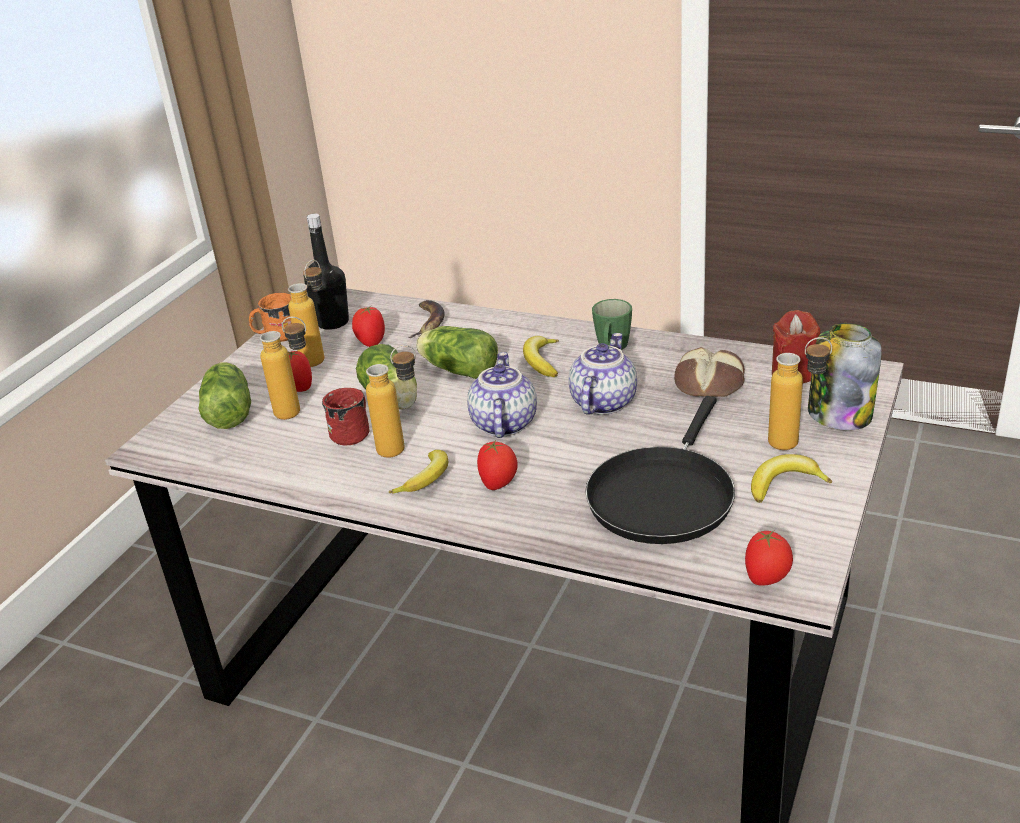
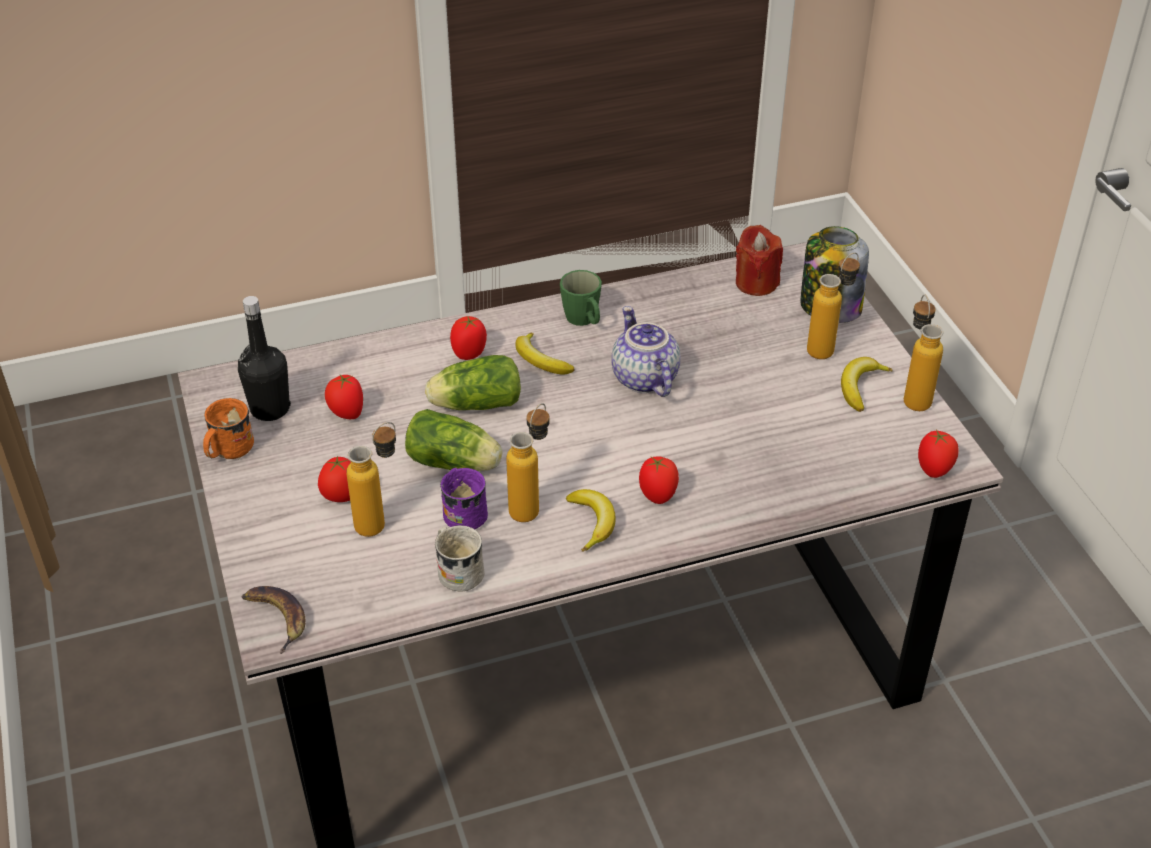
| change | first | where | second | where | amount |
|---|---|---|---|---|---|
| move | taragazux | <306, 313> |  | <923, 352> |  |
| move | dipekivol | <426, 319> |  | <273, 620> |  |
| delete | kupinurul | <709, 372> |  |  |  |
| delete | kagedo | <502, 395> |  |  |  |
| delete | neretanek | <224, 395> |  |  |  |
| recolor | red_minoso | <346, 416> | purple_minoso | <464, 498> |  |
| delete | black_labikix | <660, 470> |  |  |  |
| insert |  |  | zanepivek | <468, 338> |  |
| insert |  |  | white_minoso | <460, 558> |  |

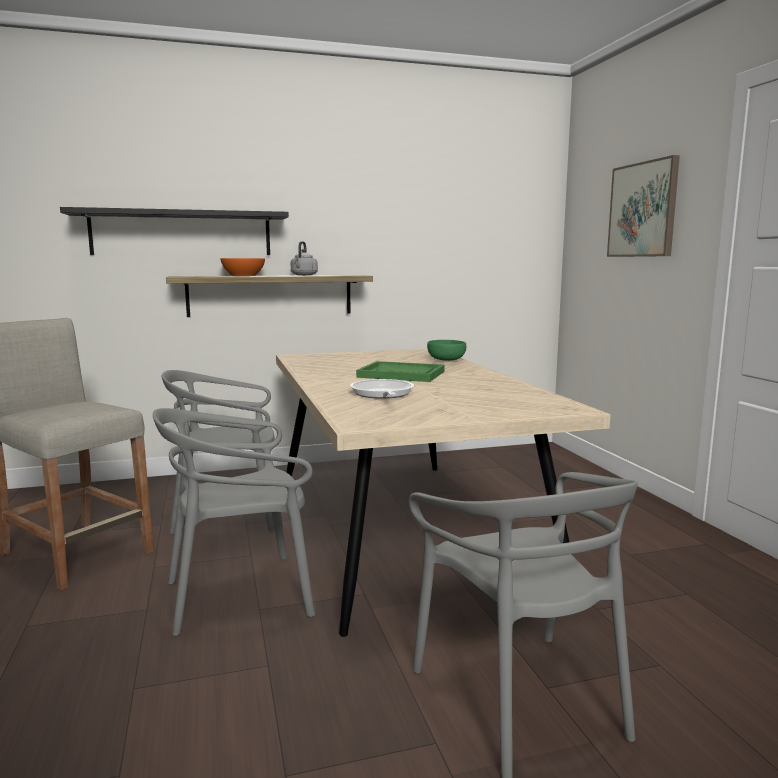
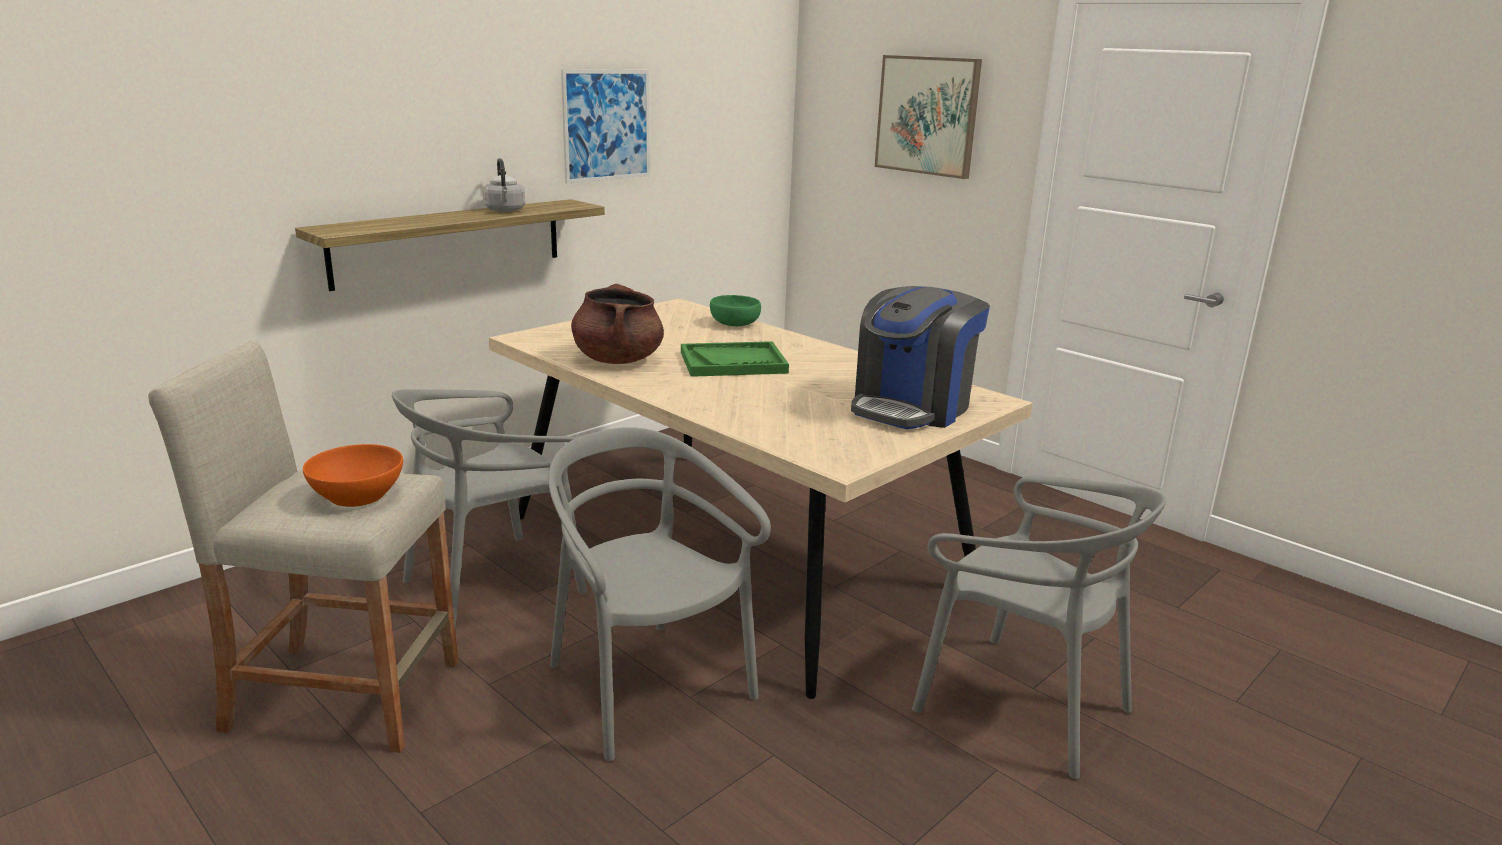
| change | first | where | second | where | amount |
|---|---|---|---|---|---|
| delete | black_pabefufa | <174, 231> |  |  |  |
| move | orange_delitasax | <243, 267> |  | <353, 475> |  |
| delete | labikix | <382, 389> |  |  |  |
| rotate | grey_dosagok | <234, 522> |  | <659, 594> | 105 degrees clockwise |
| insert |  |  | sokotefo | <605, 126> |  |
| insert |  |  | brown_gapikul | <617, 324> |  |
| insert |  |  | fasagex | <920, 357> |  |

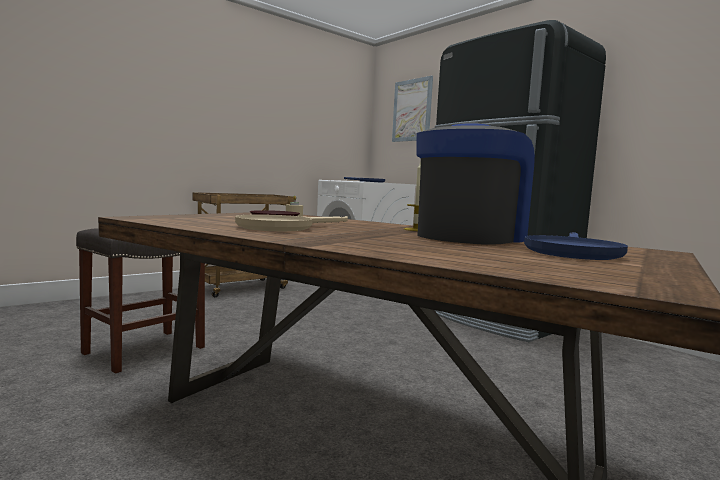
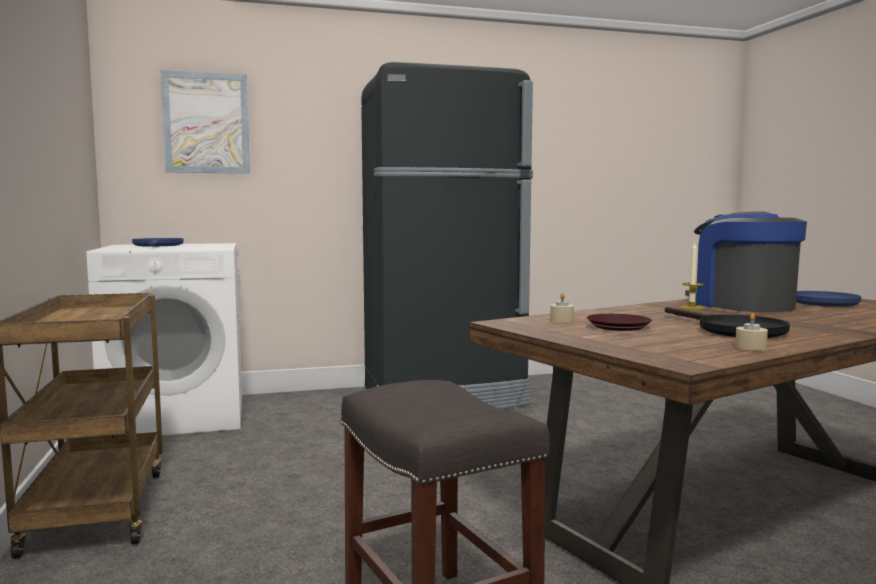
| change | first | where | second | where | amount |
|---|---|---|---|---|---|
| recolor | beige_labikix | <291, 223> | black_labikix | <727, 322> |  |
| insert |  |  | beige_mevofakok | <751, 332> |  |

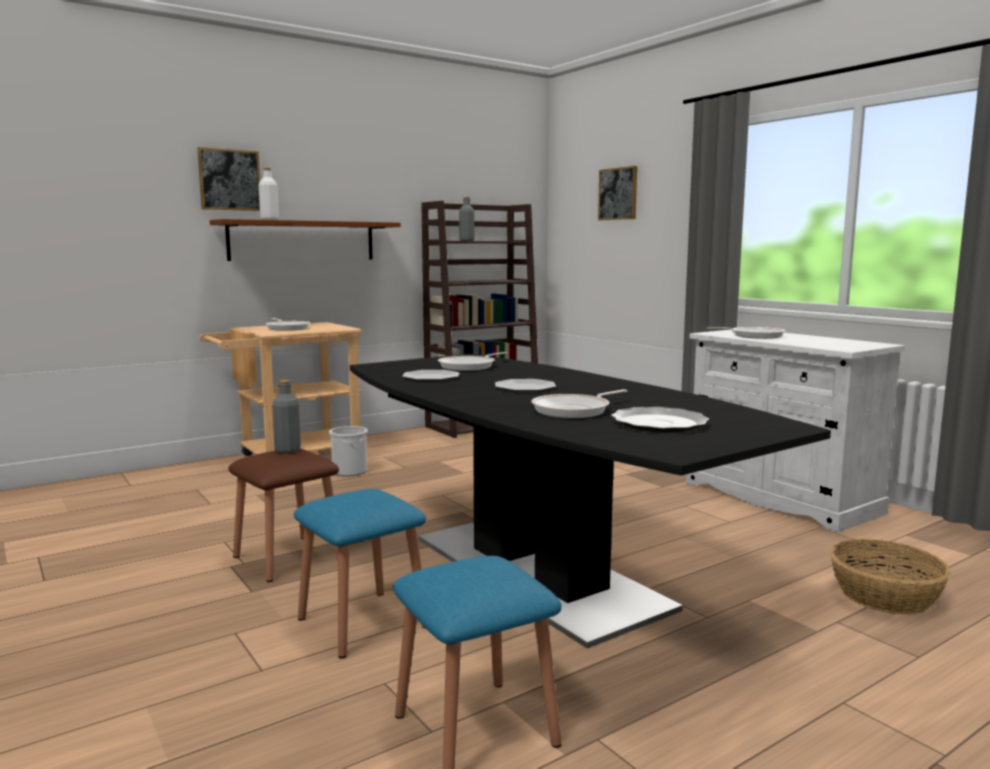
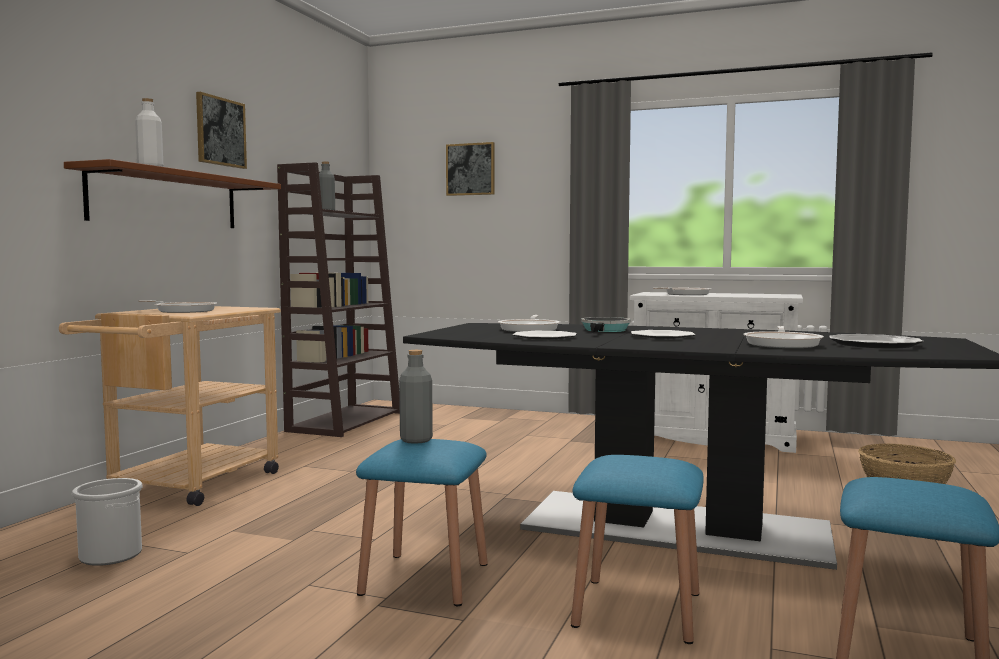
| change | first | where | second | where | amount |
|---|---|---|---|---|---|
| move | sokotefo | <228, 179> |  | <221, 130> |  |
| move | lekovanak | <348, 451> |  | <107, 522> |  |
| recolor | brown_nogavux | <283, 515> | blue_nogavux | <422, 522> |  |
| insert |  |  | labikix | <606, 325> |  |

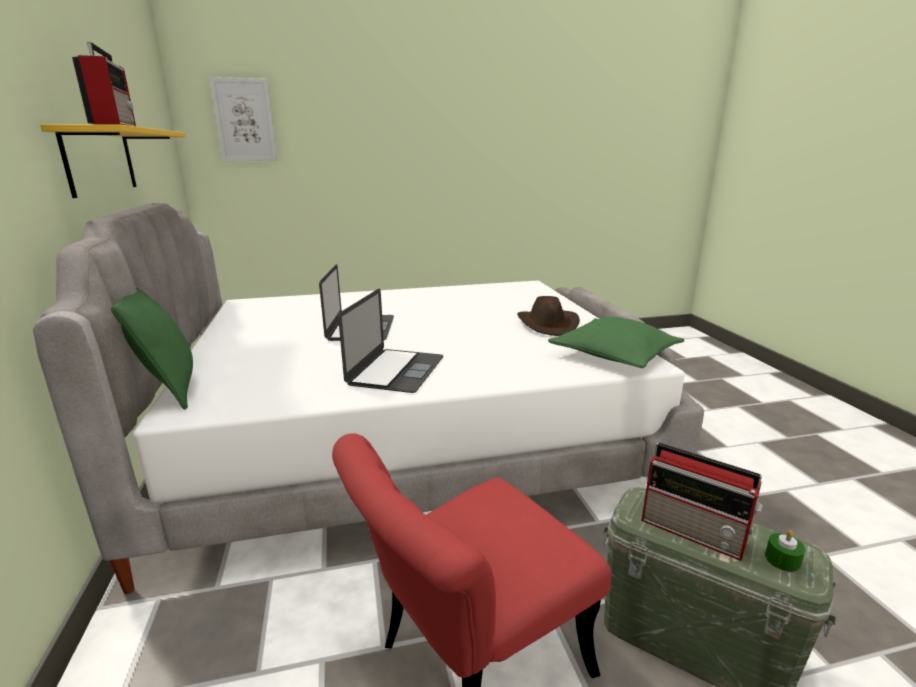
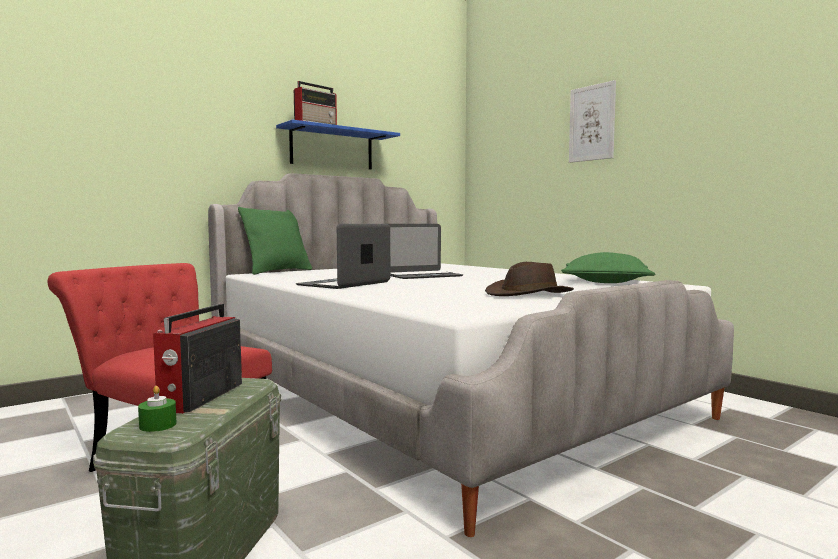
| change | first | where | second | where | amount |
|---|---|---|---|---|---|
| move | sokotefo | <243, 119> |  | <592, 121> |  |
| recolor | yellow_pabefufa | <113, 161> | blue_pabefufa | <338, 145> |  |
| rotate | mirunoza | <391, 341> |  | <343, 256> | 135 degrees clockwise |
| move | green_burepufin | <616, 342> |  | <608, 267> |  |

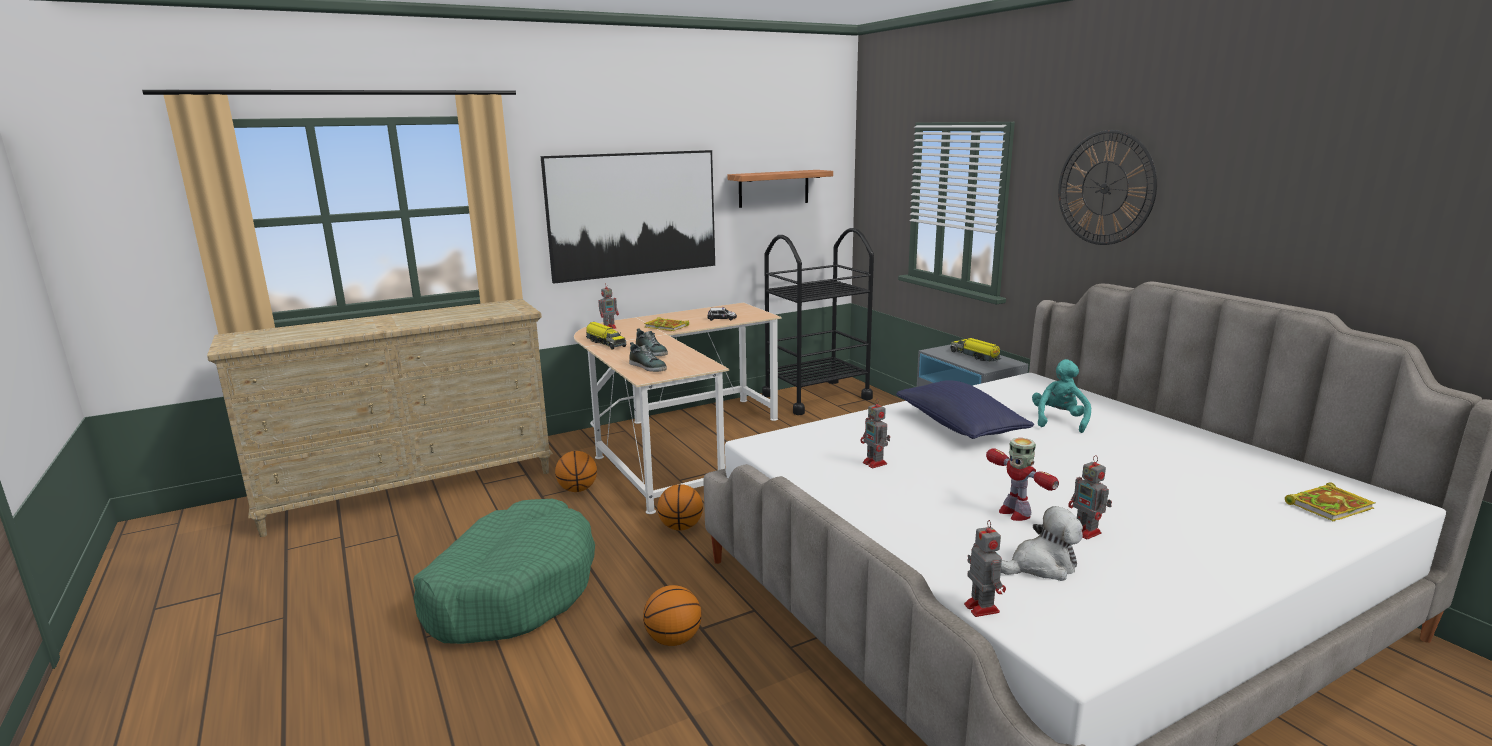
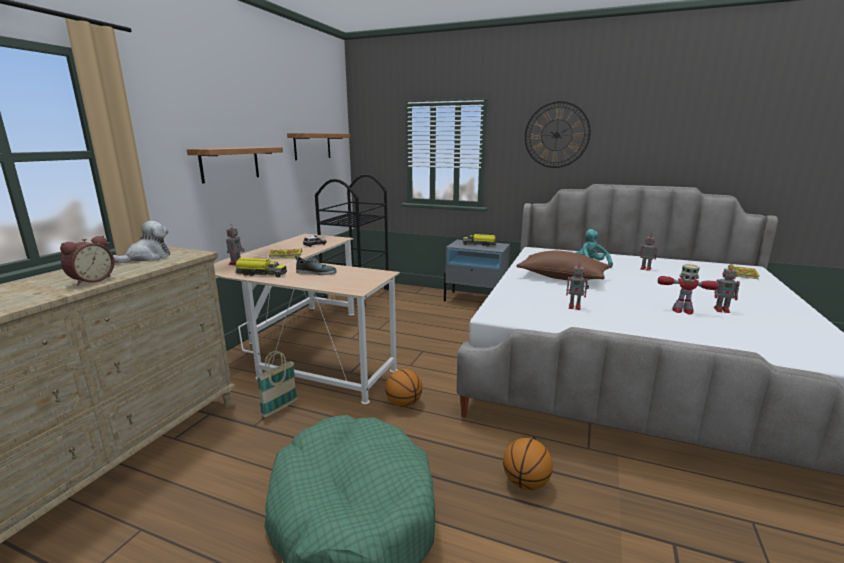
| change | first | where | second | where | amount |
|---|---|---|---|---|---|
| replace | sokotefo | <628, 217> | pabefufa | <235, 165> |  |
| delete | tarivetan | <648, 357> |  |  |  |
| recolor | blue_burepufin | <965, 409> | brown_burepufin | <563, 265> |  |
| replace | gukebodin | <576, 471> | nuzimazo | <277, 384> |  |
| move | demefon | <1042, 543> |  | <141, 242> |  |
| move | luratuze | <985, 568> |  | <648, 252> |  |
| insert |  |  | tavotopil | <87, 261> |  |

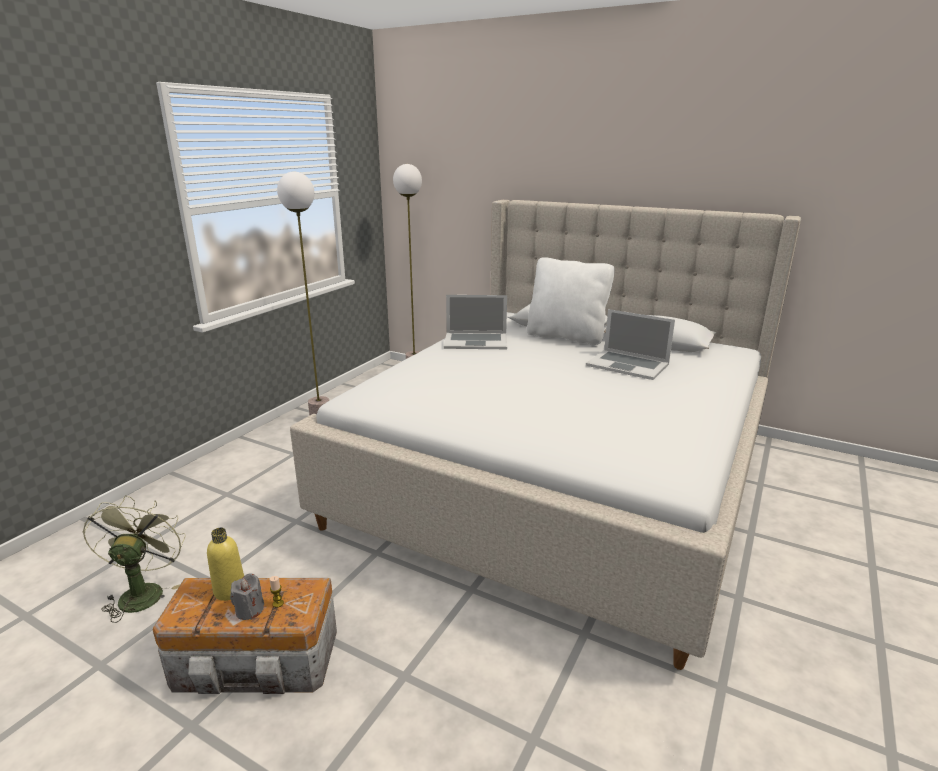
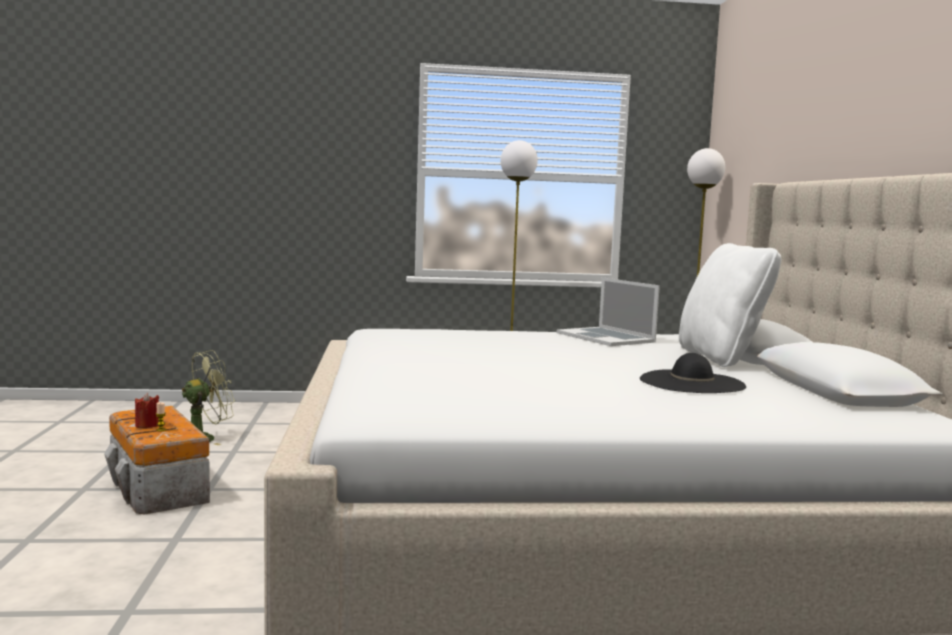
| change | first | where | second | where | amount |
|---|---|---|---|---|---|
| replace | mirunoza | <630, 344> | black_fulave | <693, 373> |  |
| delete | yellow_taragazux | <225, 564> |  |  |  |
| recolor | grey_mevofakok | <247, 597> | red_mevofakok | <147, 410> |  |

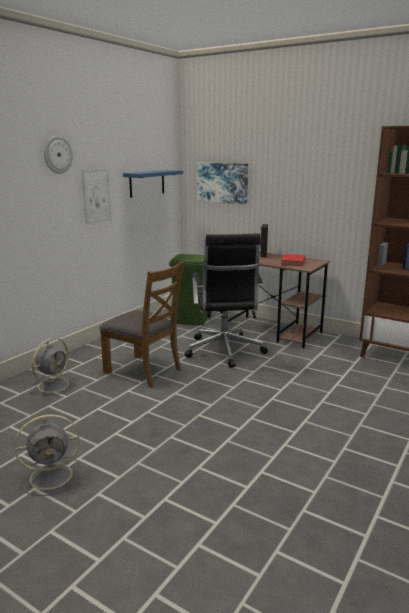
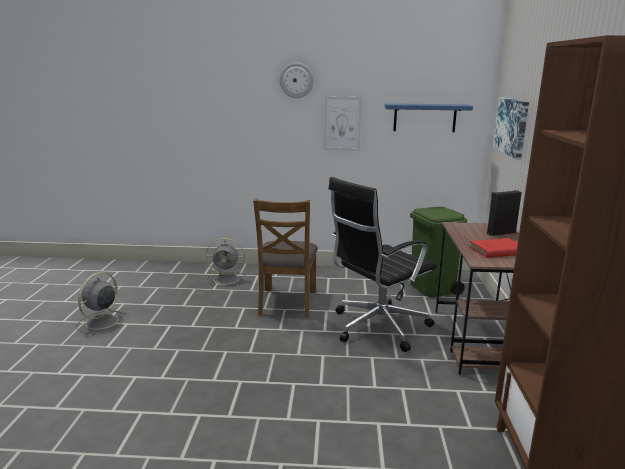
| change | first | where | second | where | amount |
|---|---|---|---|---|---|
| rotate | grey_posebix | <48, 455> |  | <101, 303> | 75 degrees clockwise |

